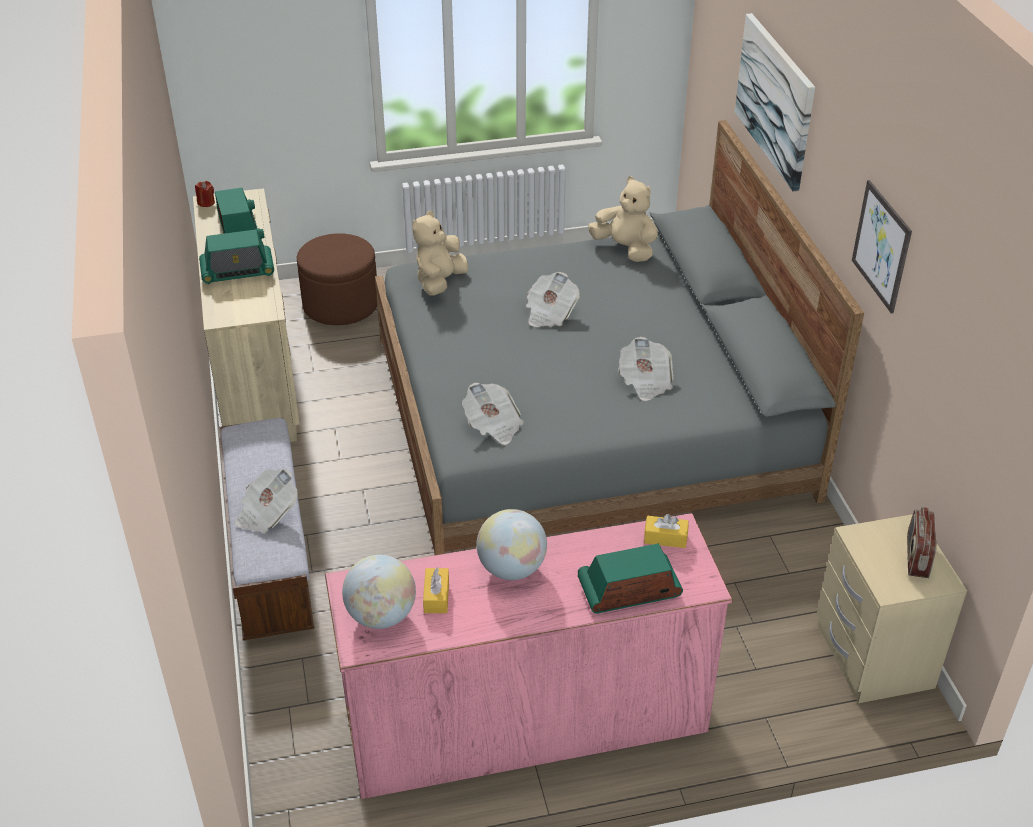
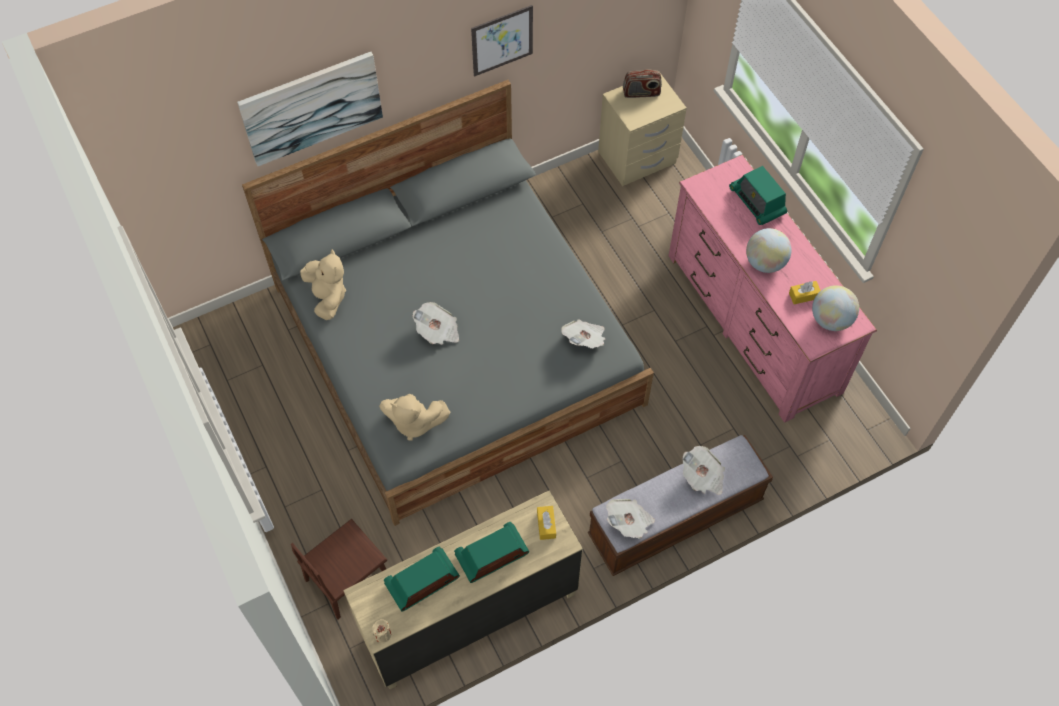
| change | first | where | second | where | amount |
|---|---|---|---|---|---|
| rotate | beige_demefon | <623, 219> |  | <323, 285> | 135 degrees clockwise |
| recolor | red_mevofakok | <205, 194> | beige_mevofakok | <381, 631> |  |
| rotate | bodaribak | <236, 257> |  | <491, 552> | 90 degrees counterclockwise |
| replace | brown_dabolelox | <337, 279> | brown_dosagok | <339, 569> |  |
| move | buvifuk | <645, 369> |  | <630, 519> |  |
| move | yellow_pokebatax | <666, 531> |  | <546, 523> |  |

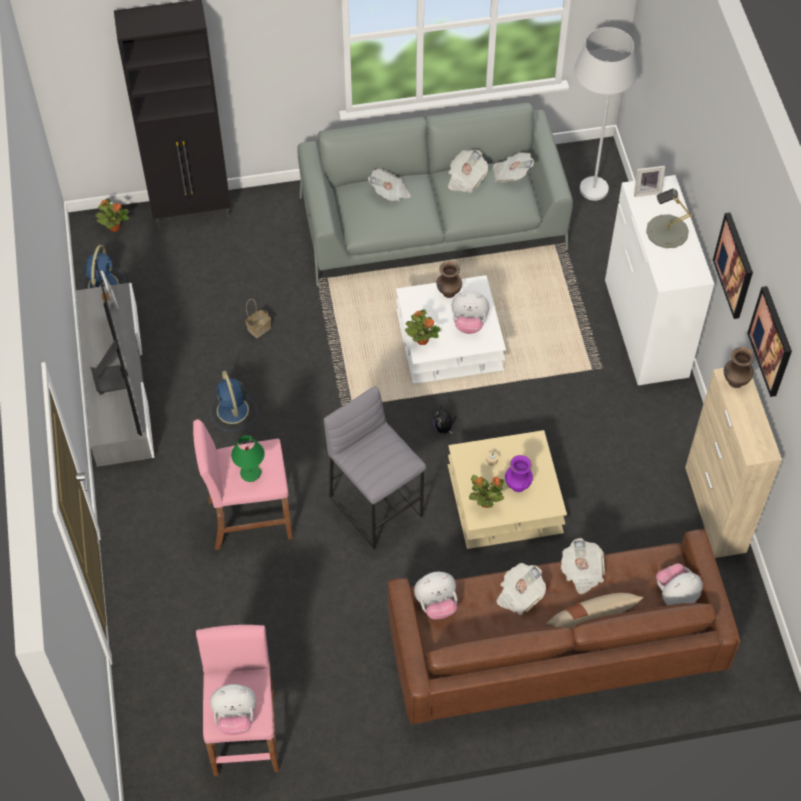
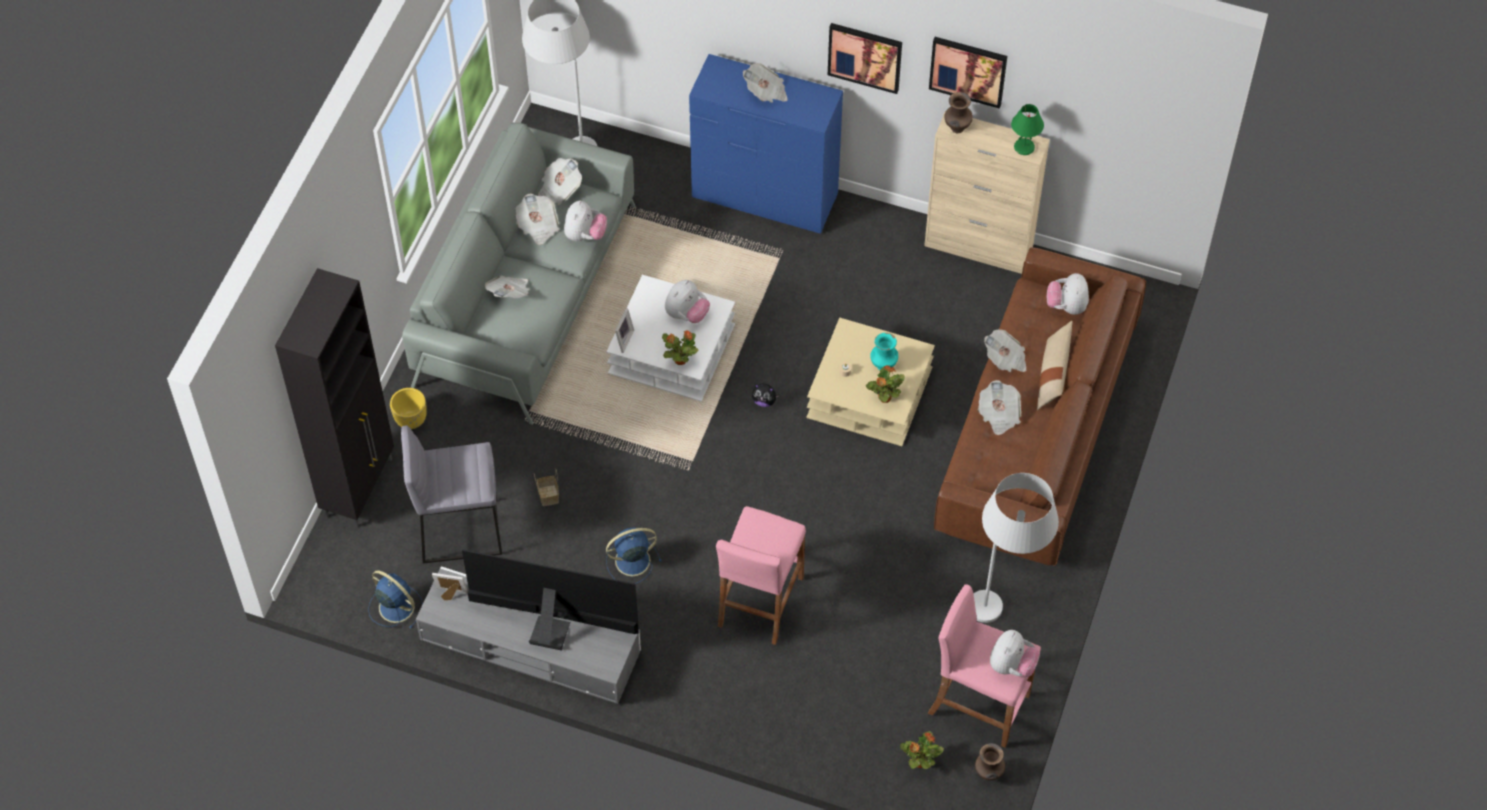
| change | first | where | second | where | amount |
|---|---|---|---|---|---|
| move | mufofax | <649, 181> |  | <624, 330> |  |
| recolor | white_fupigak | <659, 280> | blue_fupigak | <766, 144> |  |
| replace | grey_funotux | <669, 218> | buvifuk | <765, 83> |  |
| move | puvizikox | <112, 215> |  | <922, 750> |  |
| move | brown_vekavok | <449, 279> |  | <990, 762> |  |
| rotate | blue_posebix | <234, 401> |  | <634, 555> | 150 degrees clockwise |
| move | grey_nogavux | <375, 467> |  | <451, 494> |  |
| move | green_funotux | <248, 458> |  | <1027, 129> |  |
| recolor | purple_vekavok | <519, 473> | turquoise_vekavok | <884, 351> |  |
| move | demefon | <435, 595> |  | <585, 220> |  |
| insert |  |  | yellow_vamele | <408, 408> |  |
| insert |  |  | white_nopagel | <1016, 548> |  |

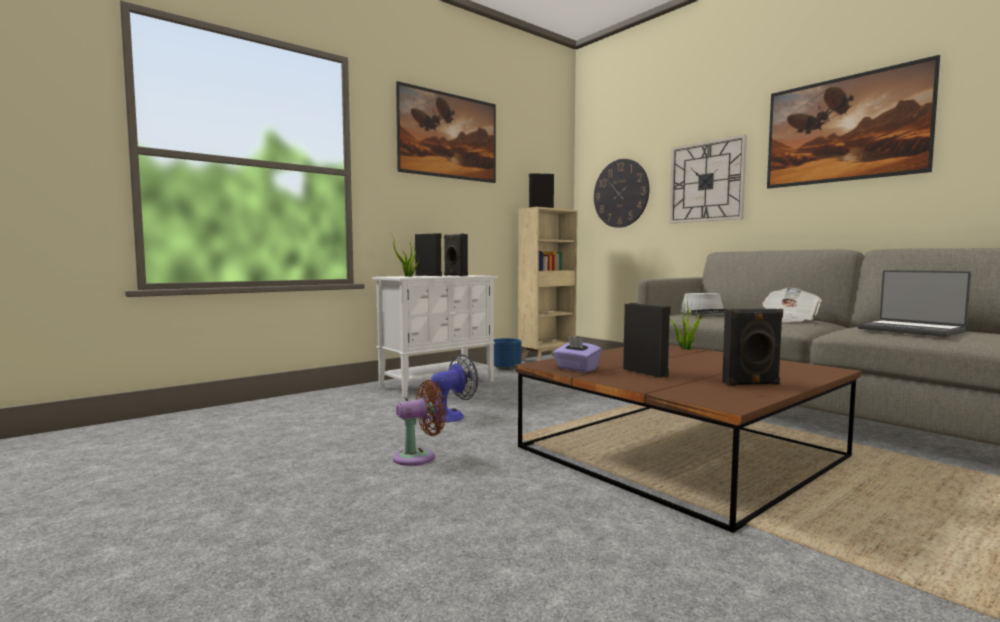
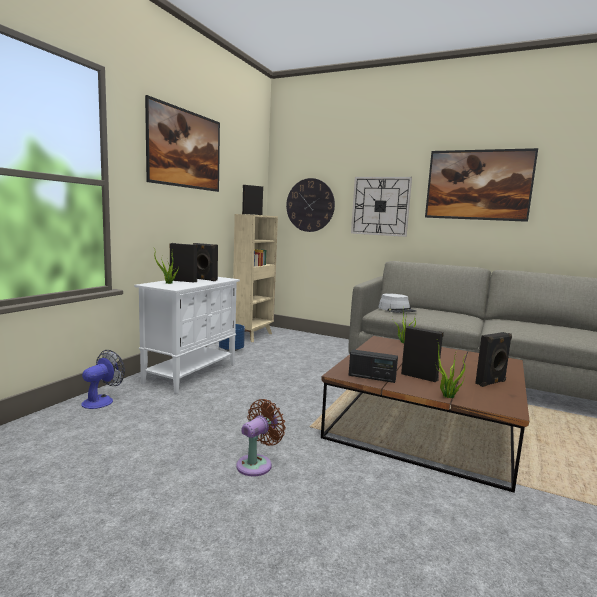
| change | first | where | second | where | amount |
|---|---|---|---|---|---|
| delete | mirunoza | <914, 303> |  |  |  |
| delete | buvifuk | <792, 305> |  |  |  |
| replace | purple_pokebatax | <577, 354> | bodaribak | <373, 366> |  |
| move | posebix | <453, 388> |  | <103, 379> |  |
| insert |  |  | puvizikox | <450, 371> |  |

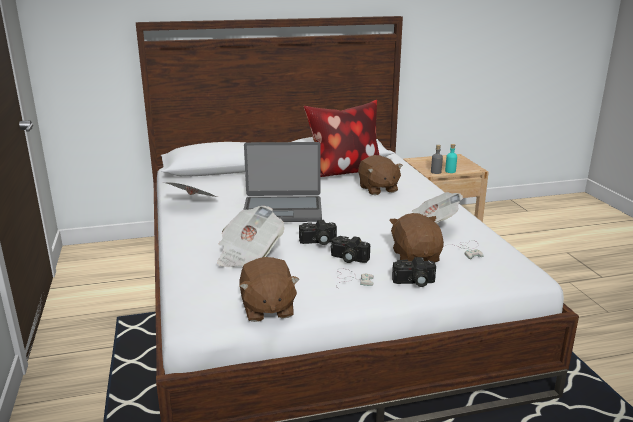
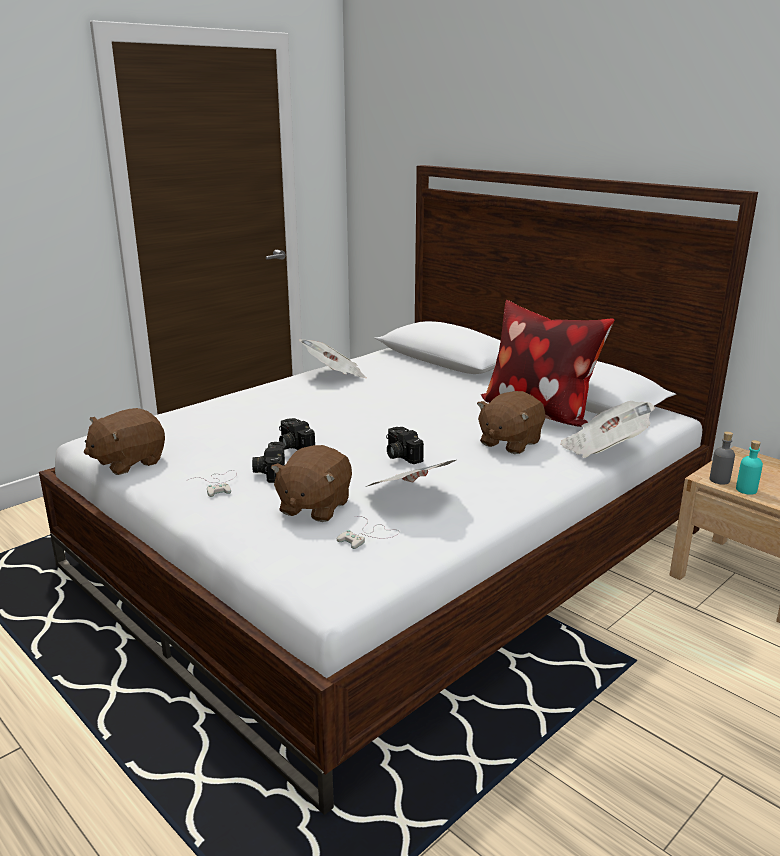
| change | first | where | second | where | amount |
|---|---|---|---|---|---|
| delete | mirunoza | <282, 182> |  |  |  |
| move | buvifuk | <250, 236> |  | <607, 429> |  |
| rotate | brown_demefon | <416, 237> |  | <311, 483> | 150 degrees clockwise |
| move | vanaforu | <414, 272> |  | <405, 445> |  |

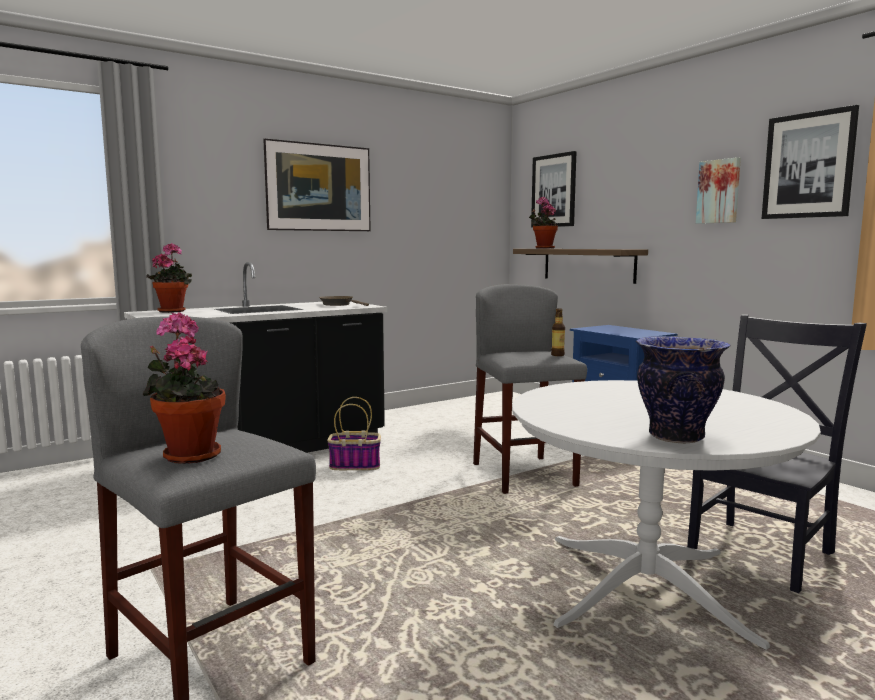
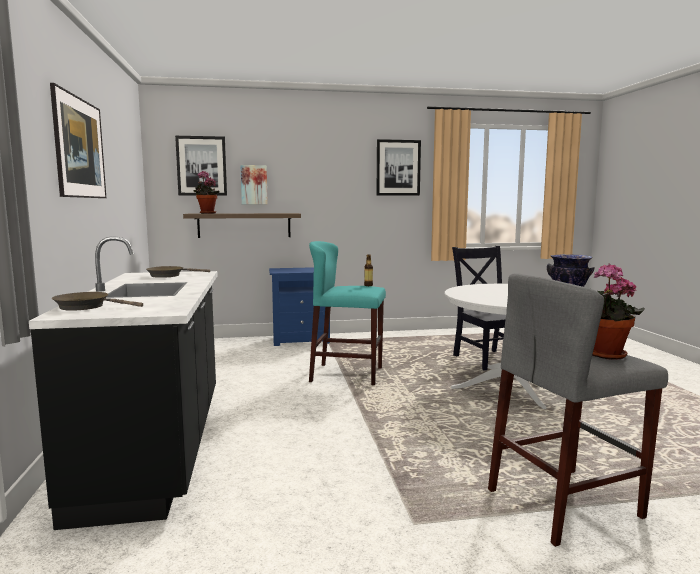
| change | first | where | second | where | amount |
|---|---|---|---|---|---|
| move | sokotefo | <718, 190> |  | <254, 184> |  |
| replace | puvizikox | <169, 278> | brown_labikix | <97, 301> |  |
| recolor | grey_nogavux | <530, 389> | turquoise_nogavux | <347, 313> |  |
| delete | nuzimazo | <354, 433> |  |  |  |

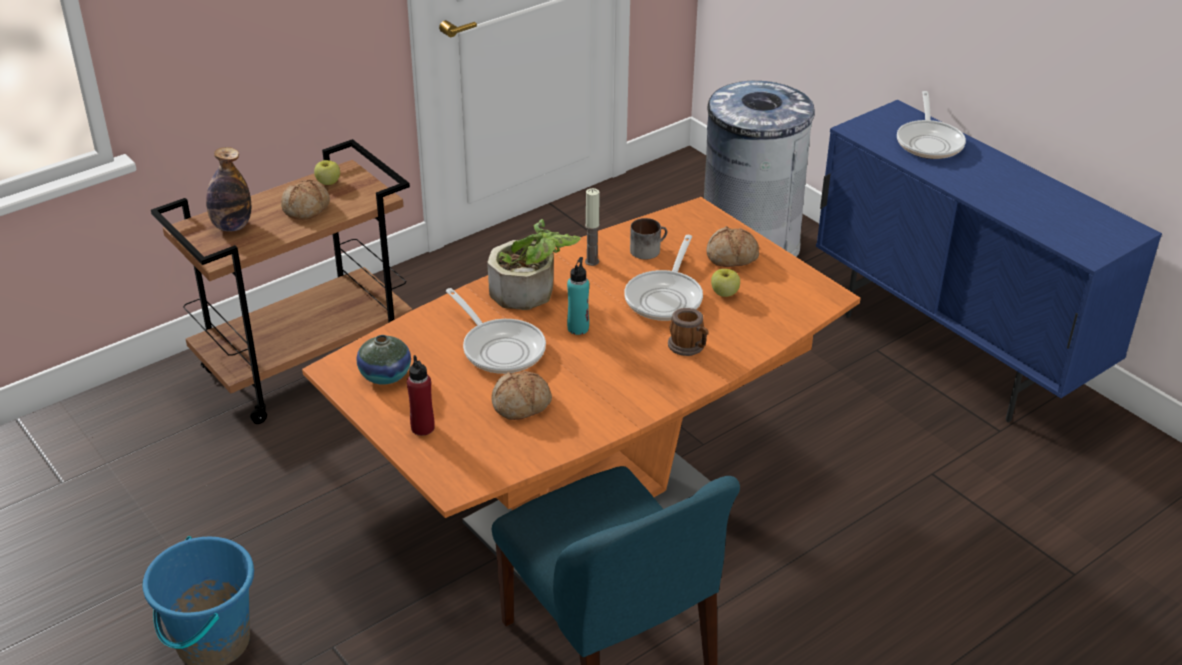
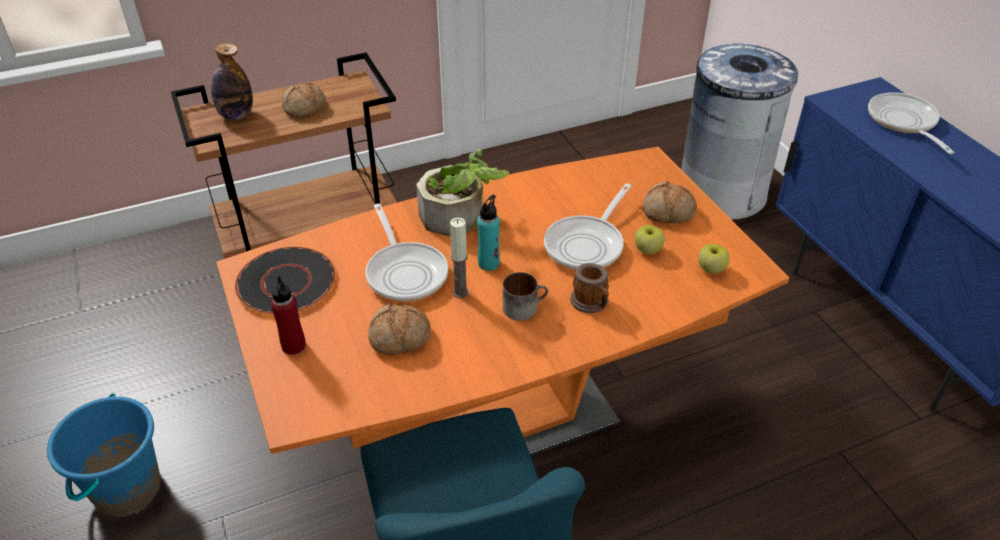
| change | first | where | second | where | amount |
|---|---|---|---|---|---|
| rotate | labikix | <931, 125> |  | <911, 123> | 150 degrees clockwise |
| move | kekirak | <327, 172> |  | <714, 259> |  |
| move | mevofakok | <592, 227> |  | <459, 258> |  |
| move | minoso | <648, 238> |  | <525, 296> |  |
| replace | vekavok | <384, 360> | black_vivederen | <285, 280> |  |

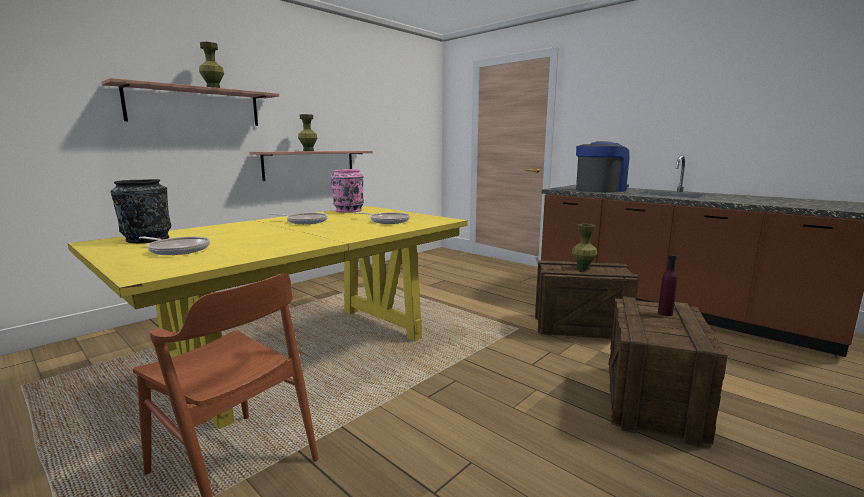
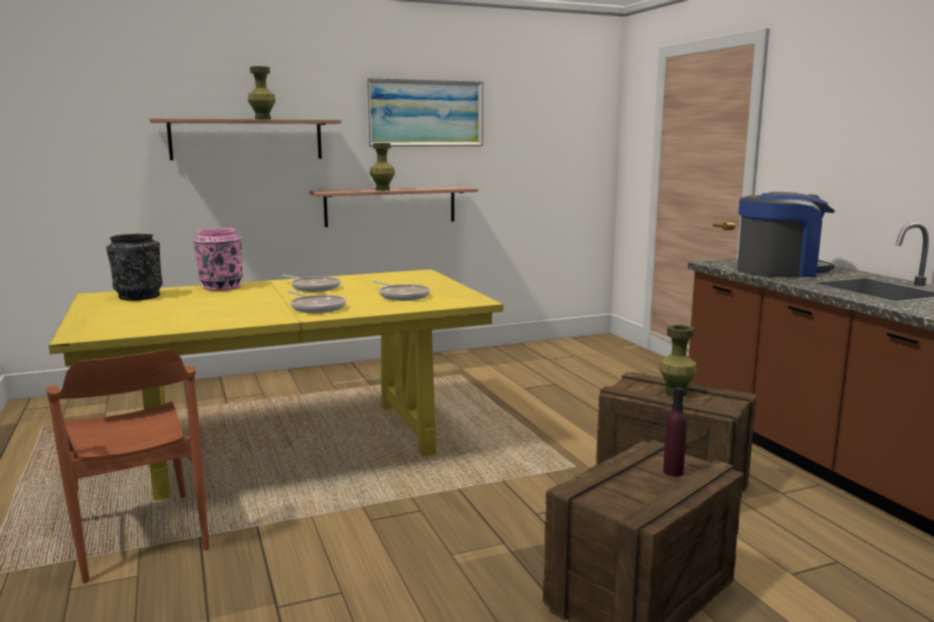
| change | first | where | second | where | amount |
|---|---|---|---|---|---|
| move | pink_vekavok | <347, 191> |  | <218, 259> |  |
| move | labikix | <174, 245> |  | <317, 302> |  |
| insert |  |  | sokotefo | <424, 112> |  |

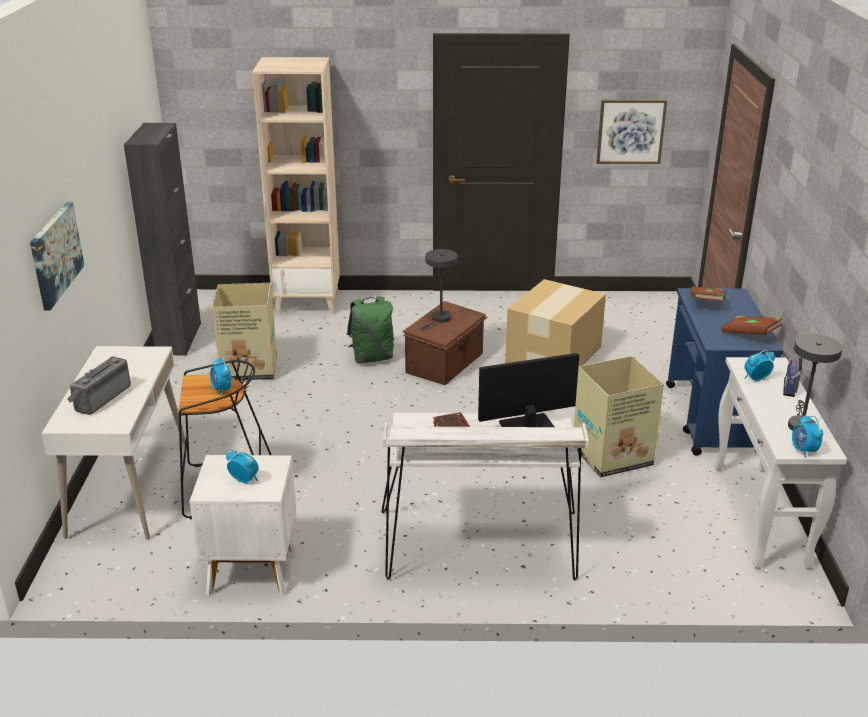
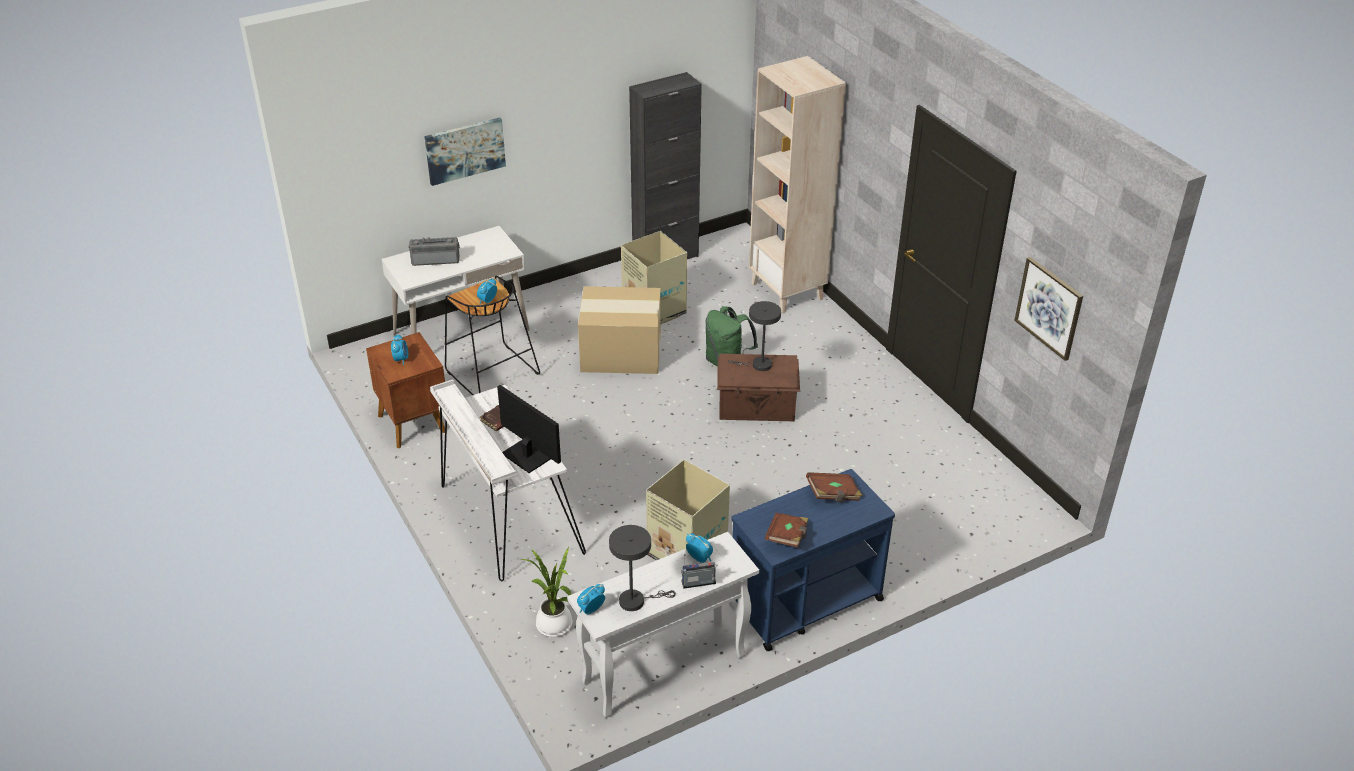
| change | first | where | second | where | amount |
|---|---|---|---|---|---|
| move | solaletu | <555, 322> |  | <619, 330> |  |
| recolor | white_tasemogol | <242, 525> | brown_tasemogol | <405, 390> |  |
| insert |  |  | puvizikox | <546, 592> |  |

